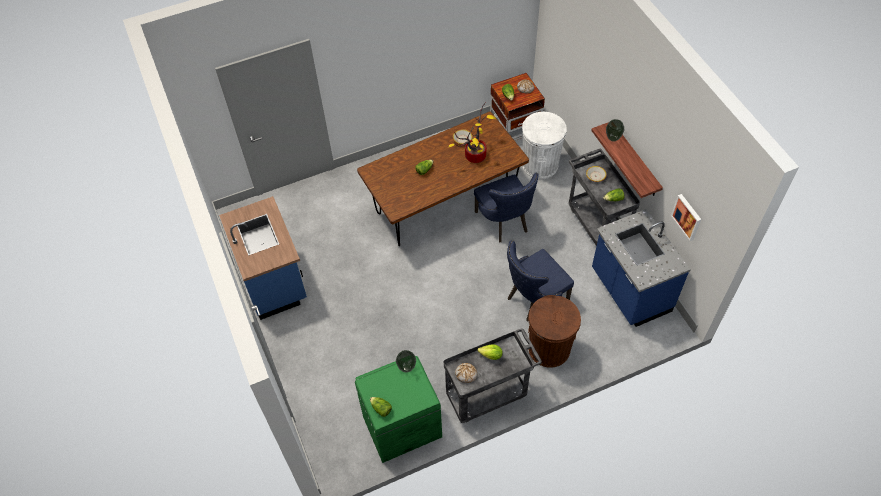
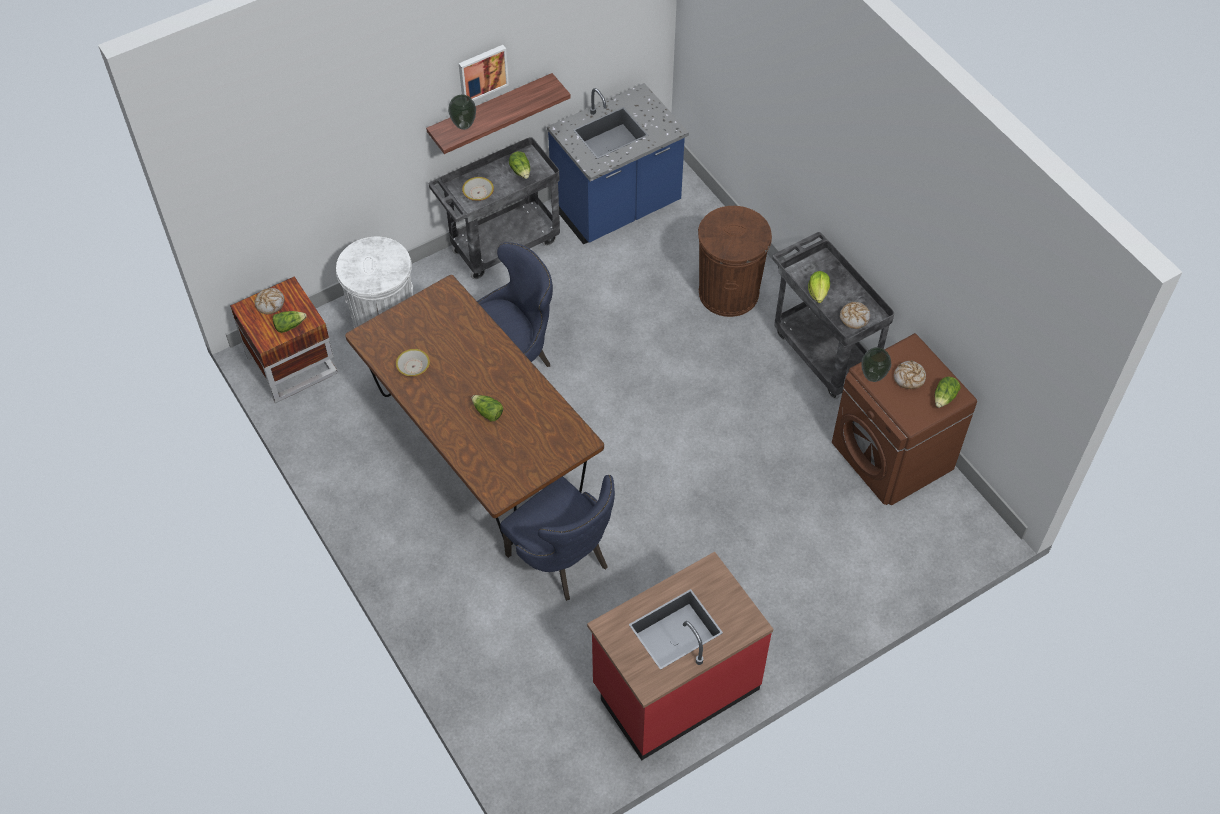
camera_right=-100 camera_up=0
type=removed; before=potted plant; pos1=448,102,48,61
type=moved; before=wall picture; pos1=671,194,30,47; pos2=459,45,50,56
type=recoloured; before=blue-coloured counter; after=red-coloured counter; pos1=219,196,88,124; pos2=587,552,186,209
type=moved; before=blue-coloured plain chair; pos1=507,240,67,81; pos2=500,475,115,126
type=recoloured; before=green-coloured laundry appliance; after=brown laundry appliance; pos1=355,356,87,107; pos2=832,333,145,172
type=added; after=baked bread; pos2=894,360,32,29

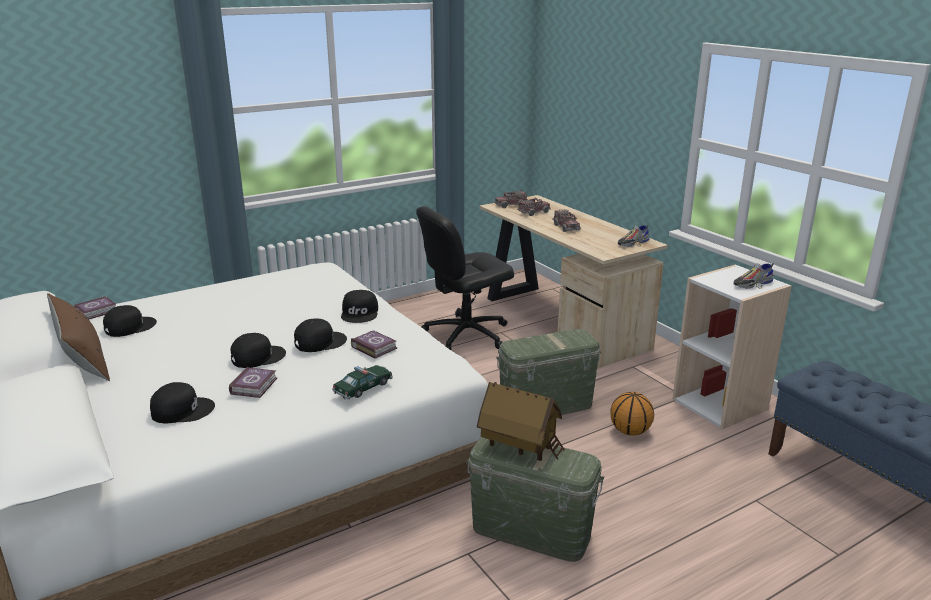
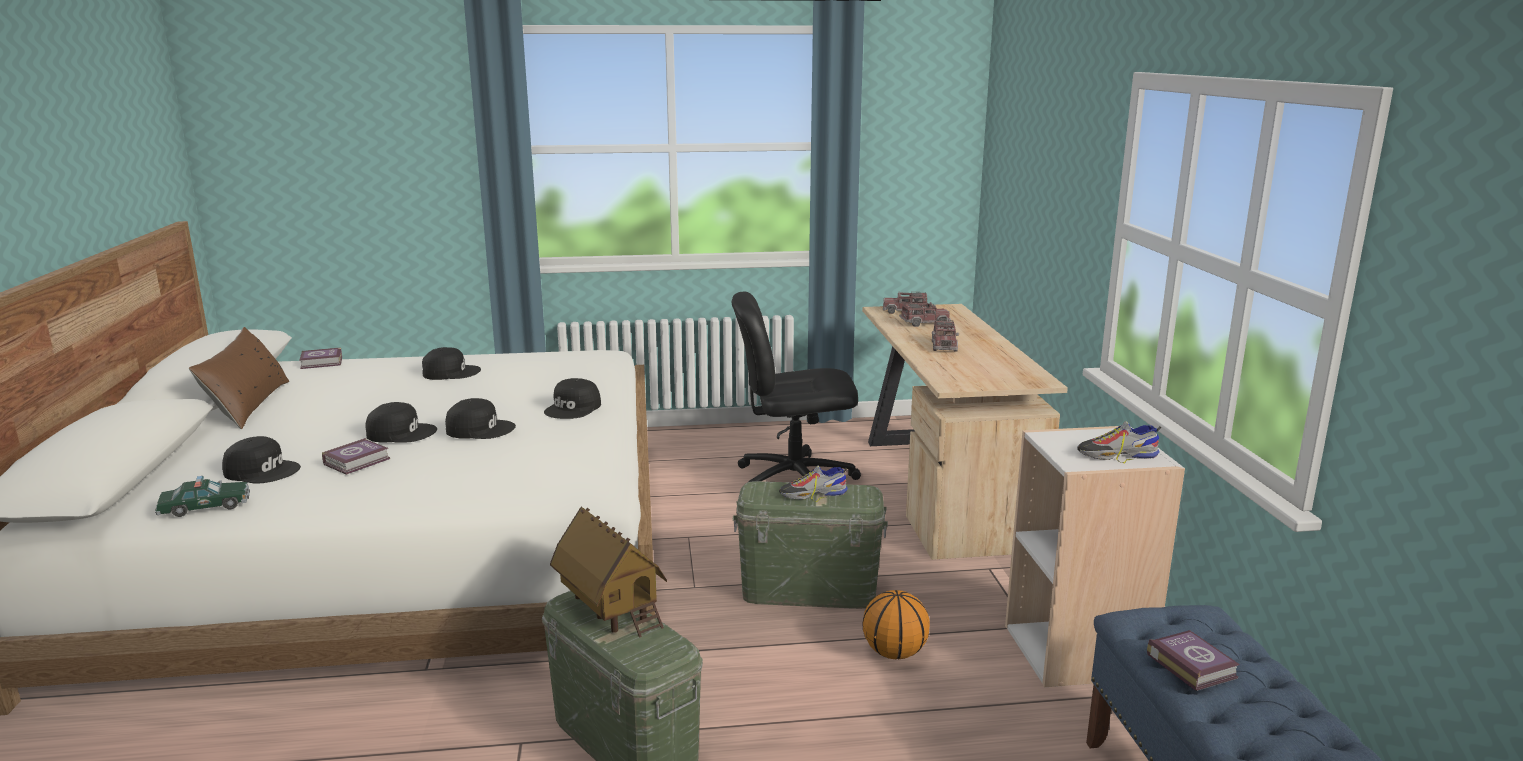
camera_right=25 camera_up=-5
type=moved; before=low shoe; pos1=618,225,31,22; pos2=779,465,69,37
type=moved; before=black-coloured baseball cap; pos1=103,305,54,32; pos2=422,347,59,33
type=moved; before=book; pos1=351,330,46,29; pos2=1147,630,93,61
type=moved; before=model car; pos1=332,365,61,35; pos2=155,476,95,41

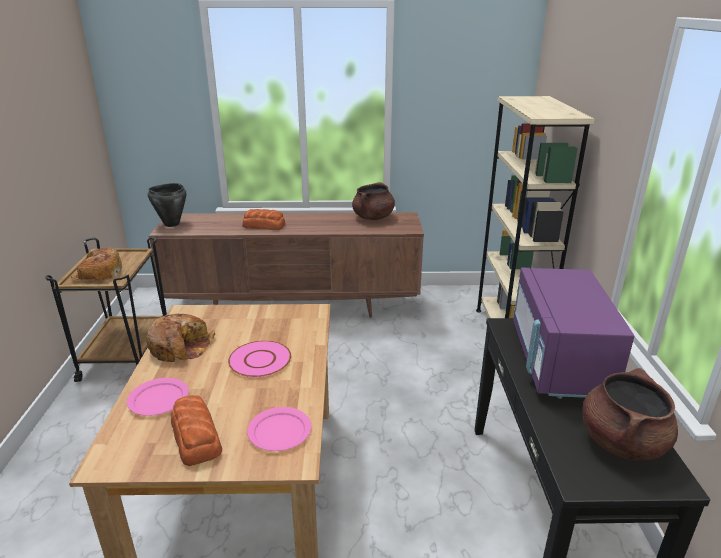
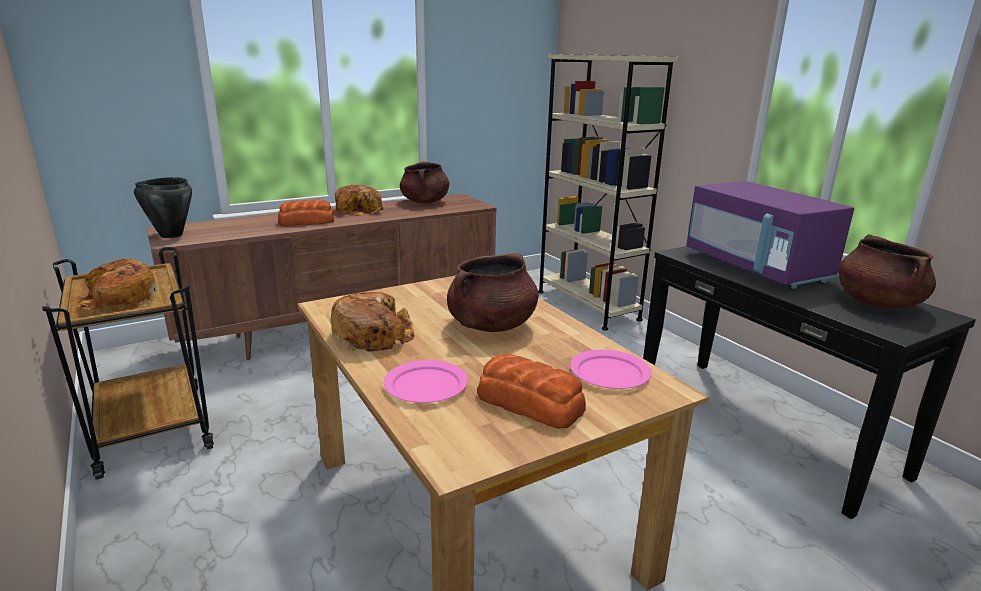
camera_right=-30 camera_up=-5
type=replaced; before=pink flat dish; after=brown cooking pot; pos1=228,341,63,37; pos2=447,253,92,79
type=added; after=baked bread; pos2=334,185,49,31

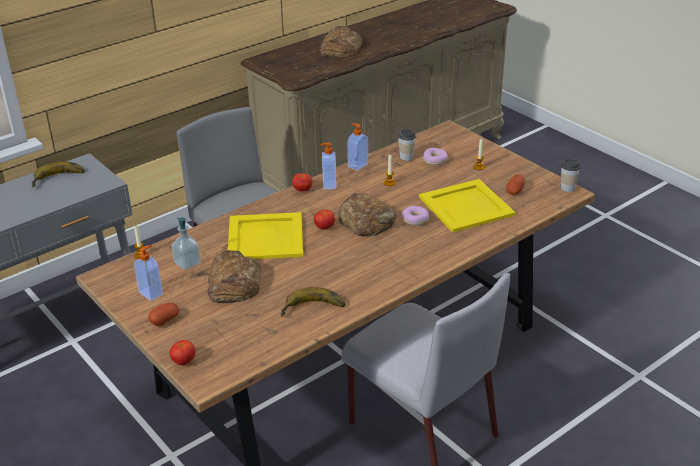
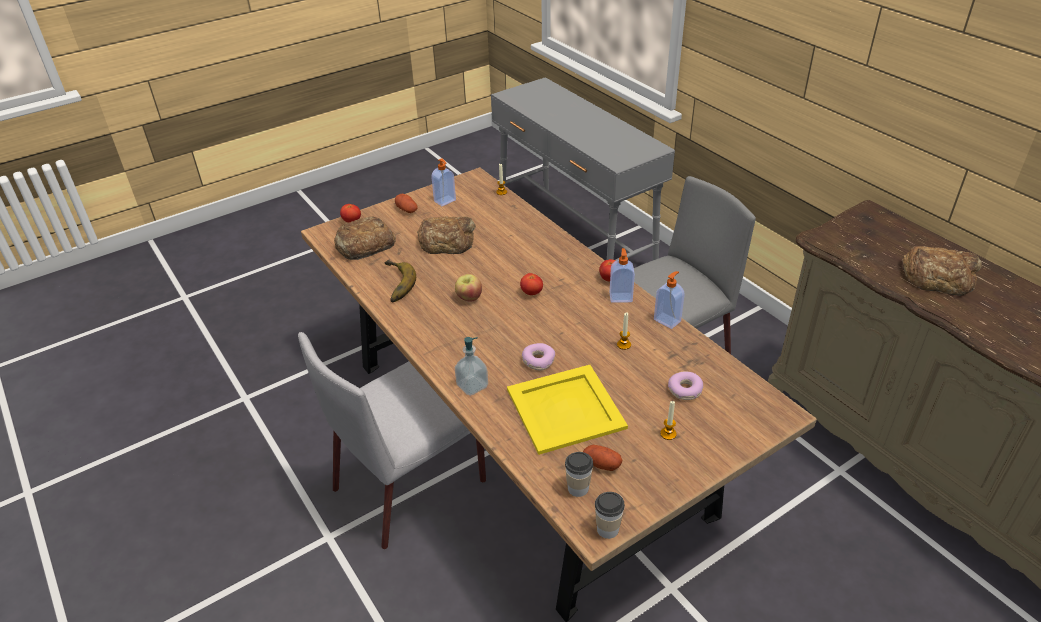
camera_right=95 camera_up=5
type=moved; before=drinking cup; pos1=398,130,18,31; pos2=565,452,28,45
type=removed; before=whole banana; pos1=32,161,53,26
type=moved; before=baked bread; pos1=339,193,57,43; pos2=334,217,62,43
type=removed; before=yellowish tray; pos1=228,212,75,47
type=moved; before=soap bottle; pos1=171,217,30,53; pos2=455,337,33,59
type=added; after=apple; pos2=455,274,27,28

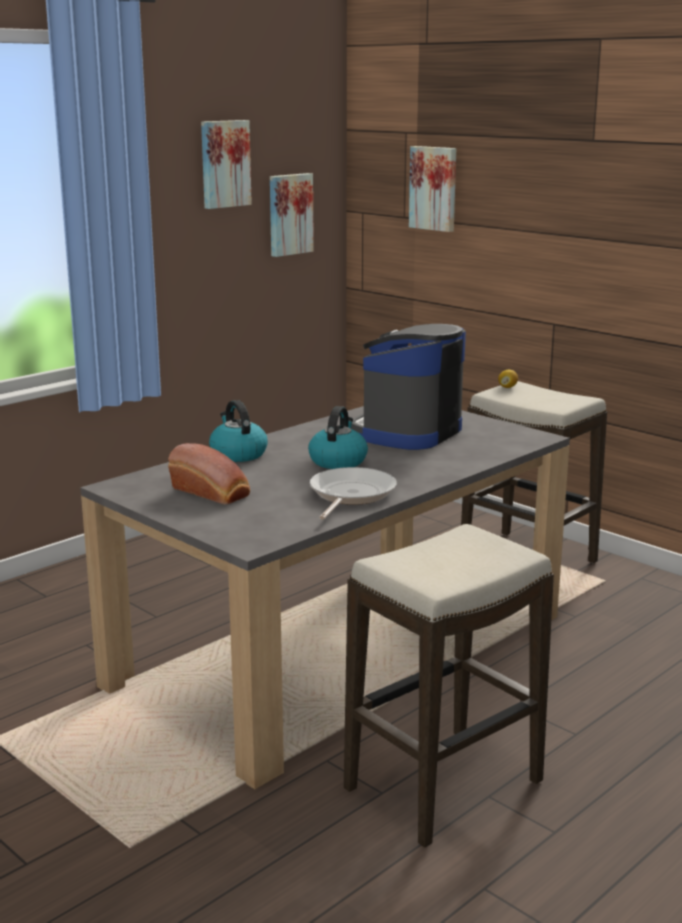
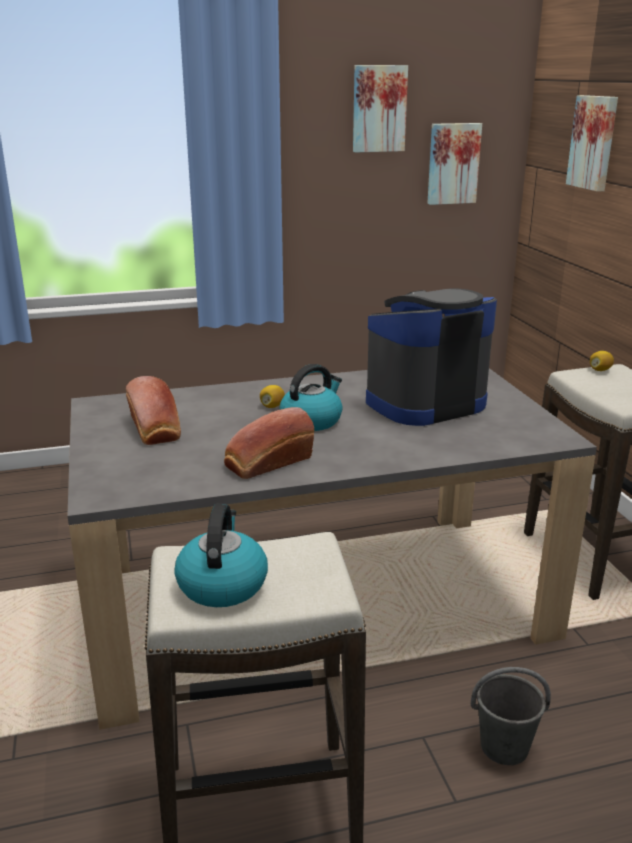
camera_right=30 camera_up=5
type=moved; before=water kettle; pos1=209,400,59,62; pos2=174,503,94,104
type=replaced; before=frying pan; after=baked bread; pos1=310,467,87,53; pos2=224,407,90,72
type=added; after=lemon; pos2=260,385,25,23
type=added; after=gray pail; pos2=471,667,80,98

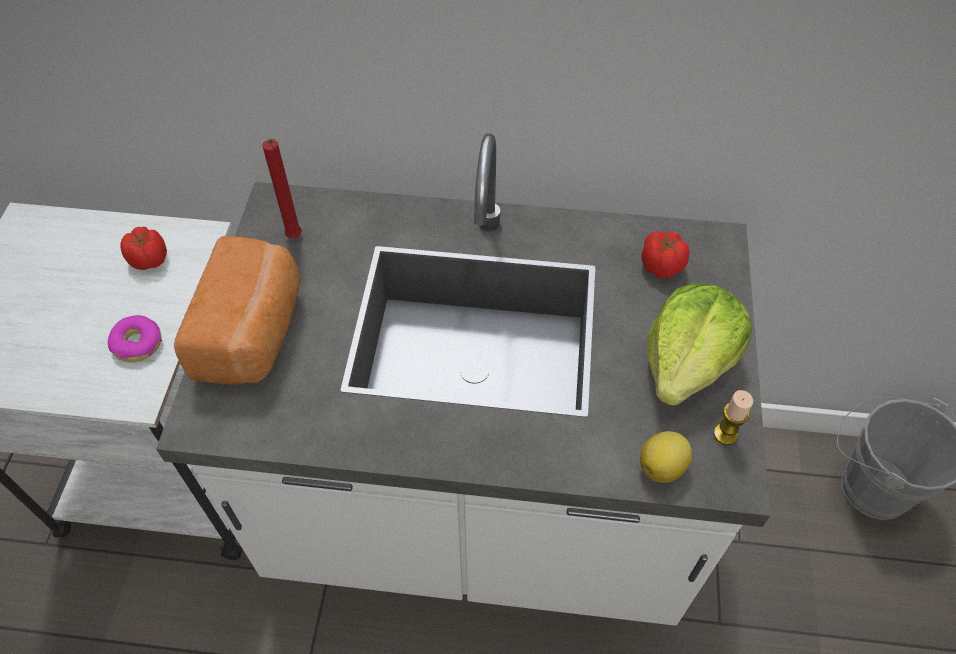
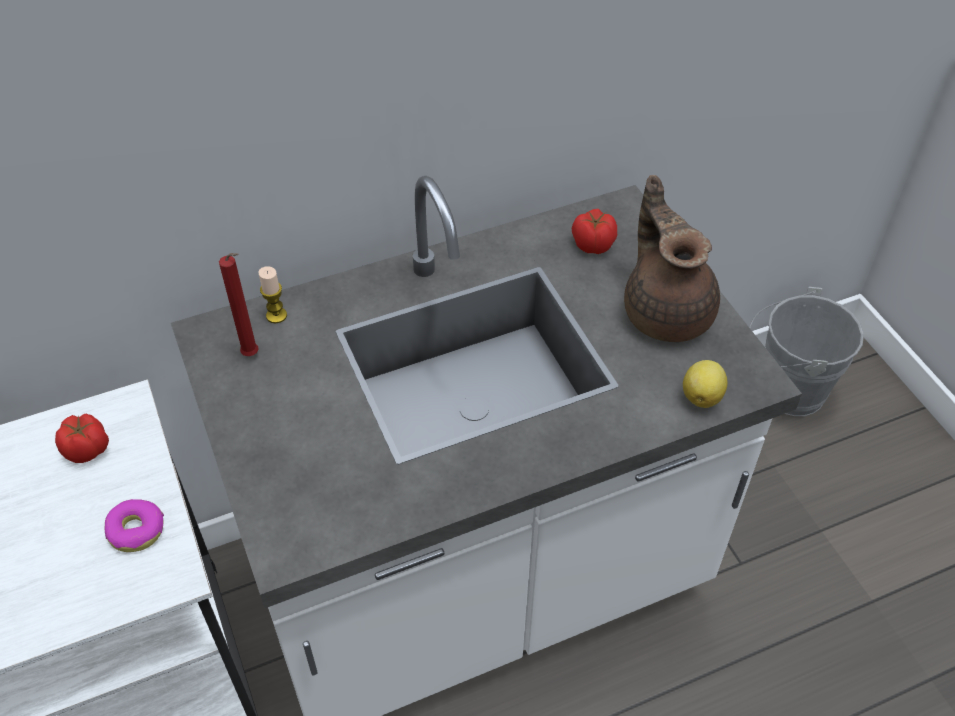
camera_right=-30 camera_up=-5
type=removed; before=baked bread; pos1=174,236,127,149
type=replaced; before=head of lettuce; after=brown tea pot; pos1=647,283,105,122; pos2=624,175,96,167
type=moved; before=wax candle; pos1=714,390,39,55; pos2=258,266,29,57

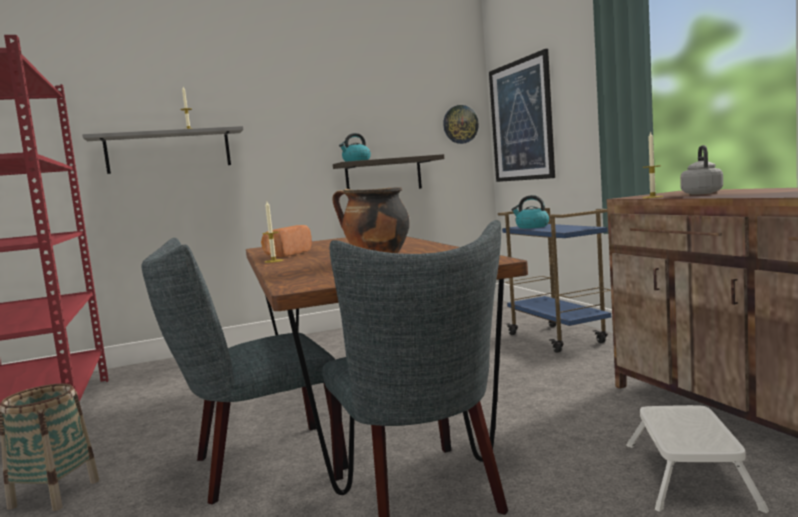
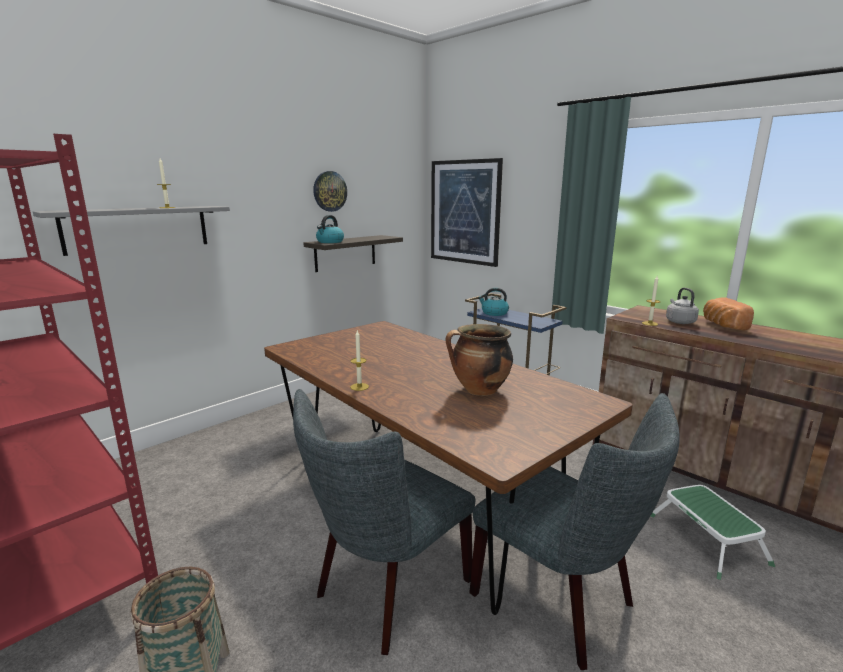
camera_right=-25 camera_up=10
type=moved; before=wall clock; pos1=443,105,36,39; pos2=313,171,34,41
type=moved; before=baked bread; pos1=261,225,51,32; pos2=703,298,51,32
type=recoloured; before=whitish step stool; after=green-coloured step stool; pos1=626,405,143,108; pos2=651,485,124,95

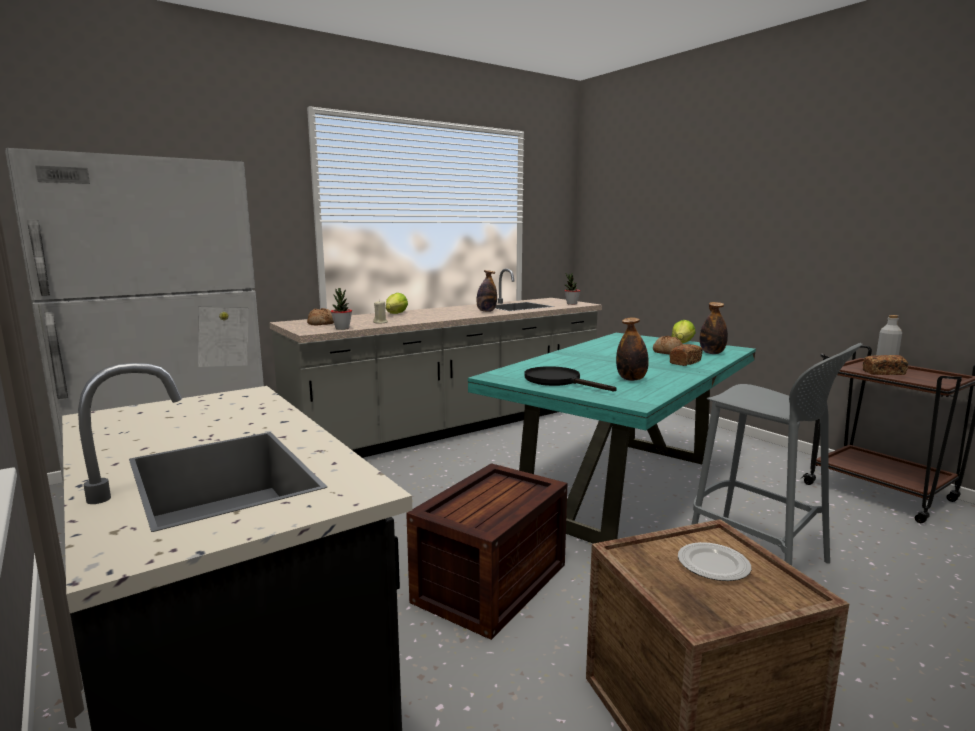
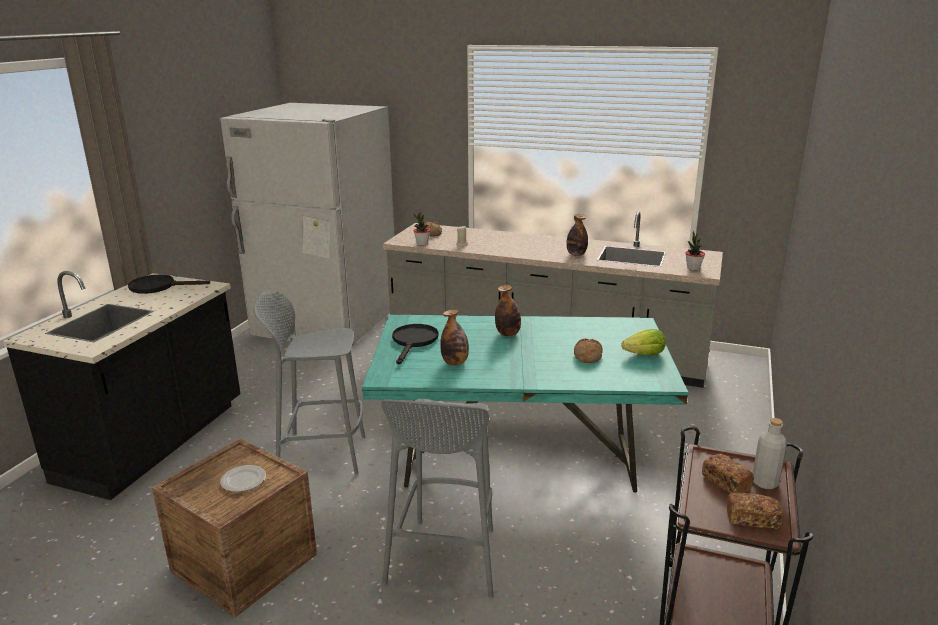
camera_right=55 camera_up=10
type=removed; before=head of lettuce; pos1=386,293,22,21
type=moved; before=bottle; pos1=700,302,28,52; pos2=495,285,26,51
type=moved; before=baked bread; pos1=669,344,33,22; pos2=727,493,56,36
type=replaced; before=shipping crate; after=gray stool seat; pos1=406,463,161,177; pos2=253,291,112,183
type=added; after=black-coloured frying pan; pos2=128,275,82,19

